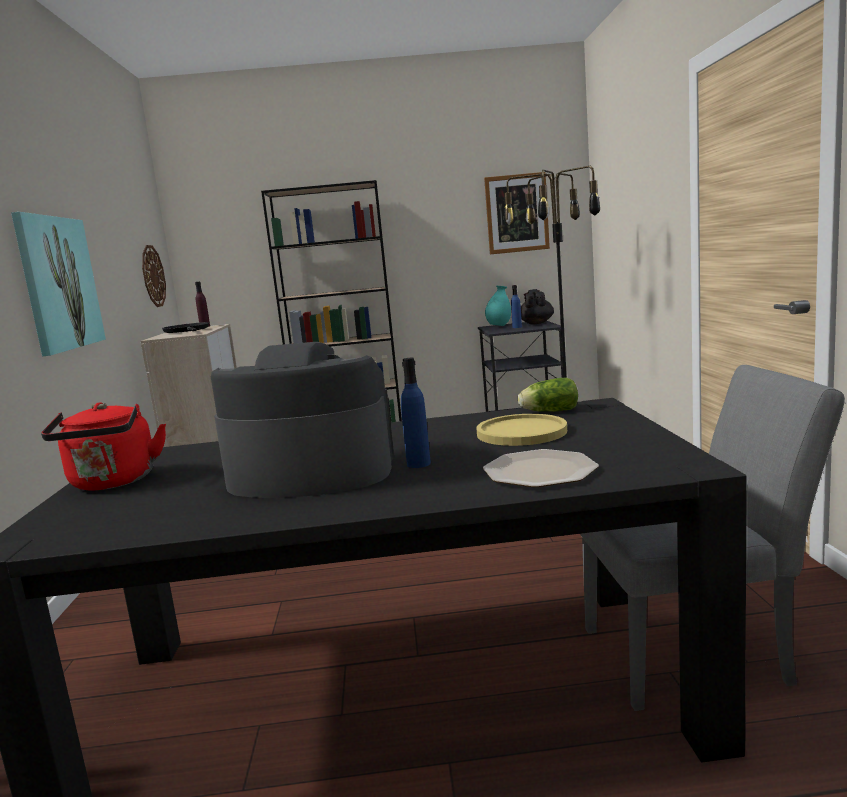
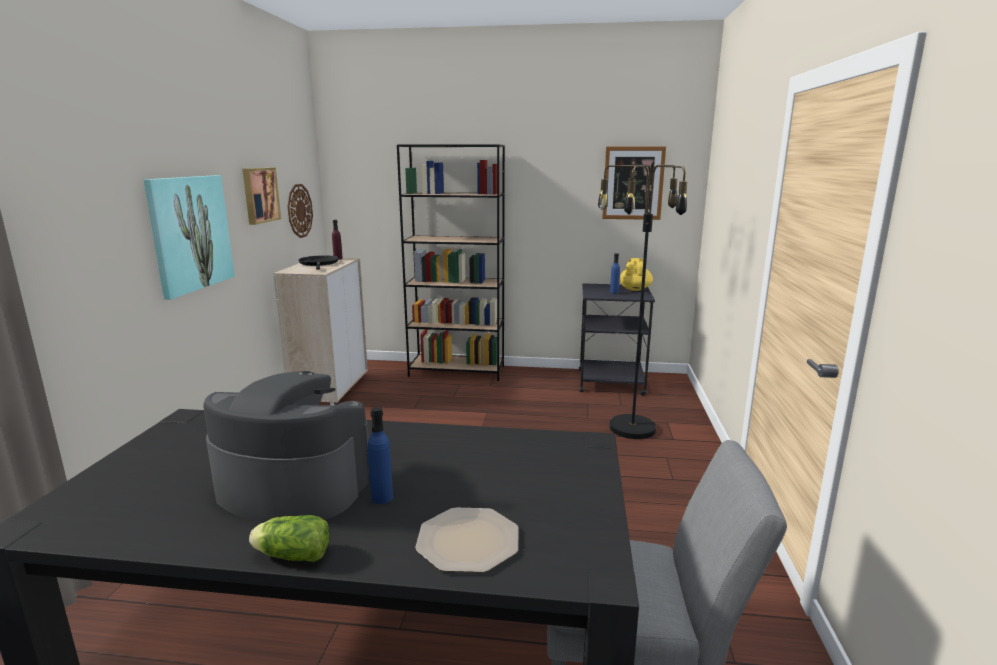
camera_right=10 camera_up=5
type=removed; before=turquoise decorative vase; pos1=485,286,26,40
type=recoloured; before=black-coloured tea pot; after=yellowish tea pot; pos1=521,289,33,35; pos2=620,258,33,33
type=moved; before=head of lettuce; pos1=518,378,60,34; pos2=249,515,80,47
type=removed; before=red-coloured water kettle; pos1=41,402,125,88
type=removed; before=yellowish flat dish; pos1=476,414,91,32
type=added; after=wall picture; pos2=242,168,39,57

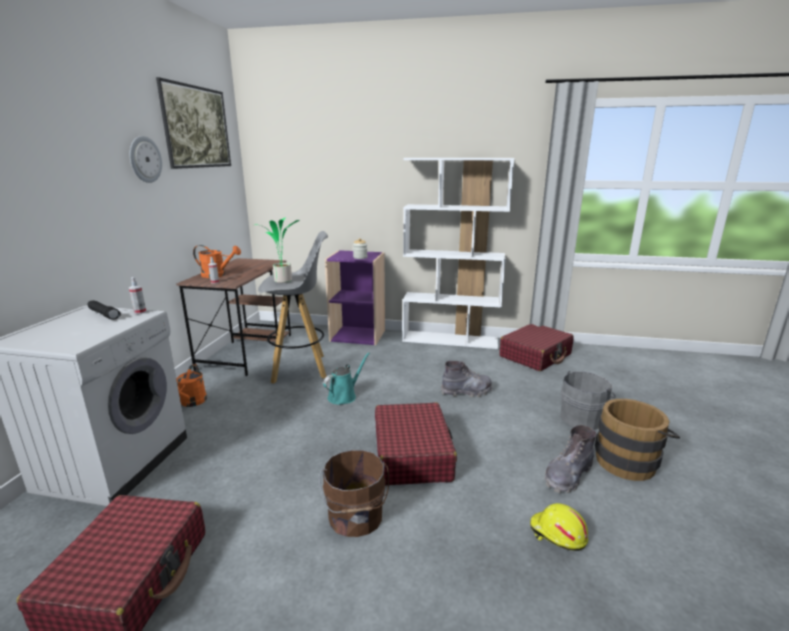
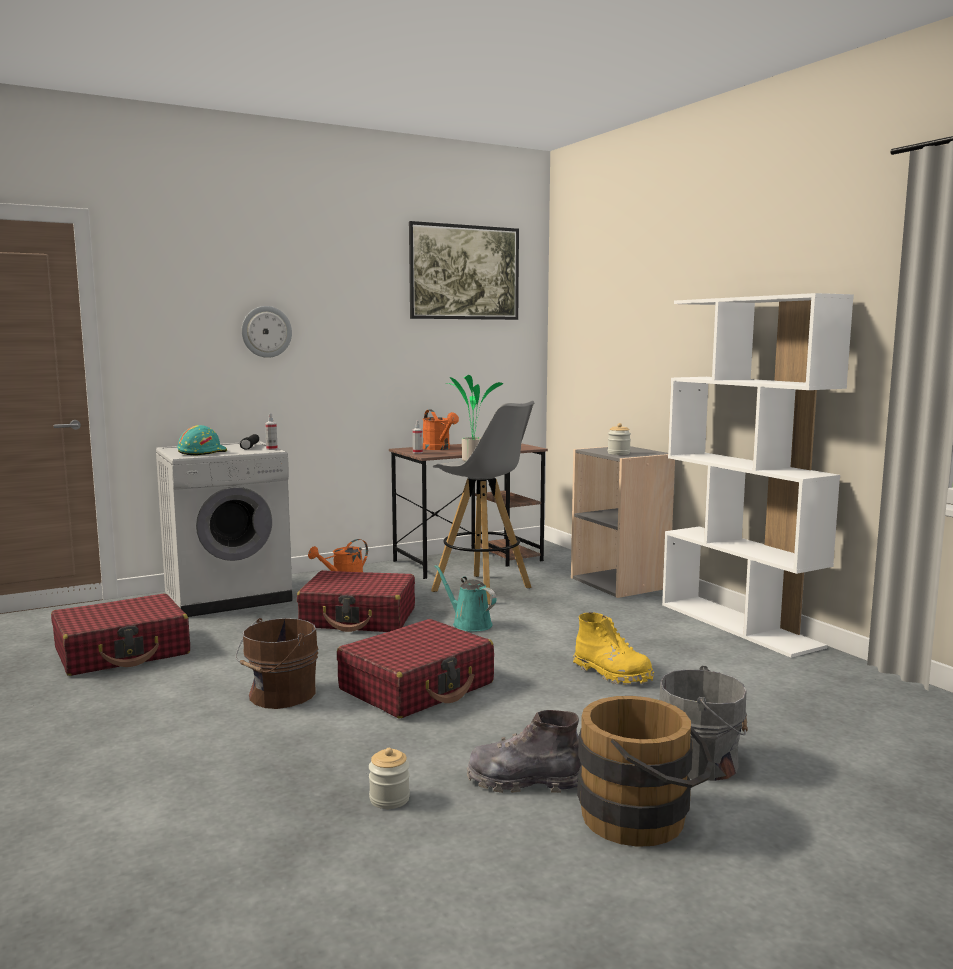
camera_right=50 camera_up=-10
type=moved; before=wall clock; pos1=130,136,32,47; pos2=241,306,51,52
type=recoloured; before=purple-coloured shelving unit; after=gray shelving unit; pos1=325,250,60,95; pos2=571,446,104,152
type=moved; before=red-coloured piece of luggage; pos1=499,324,75,47; pos2=297,570,118,62
type=turned; before=turquoise watering can; pos1=323,352,47,53; pos2=434,565,63,67; turn=-135
type=recoloured; before=gray boot; after=yellowish boot; pos1=441,361,51,36; pos2=573,612,81,73
type=replaced; before=yellowish hard hat; after=jar; pos1=530,503,58,48; pos2=369,748,41,61
type=added; after=turquoise hard hat; pos2=177,425,50,31

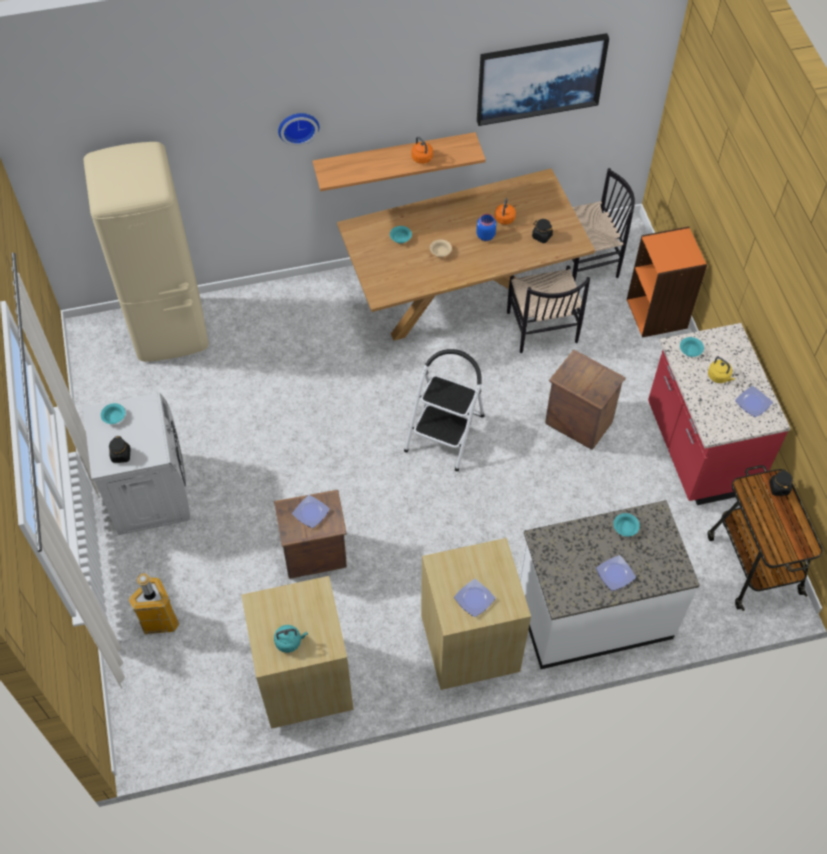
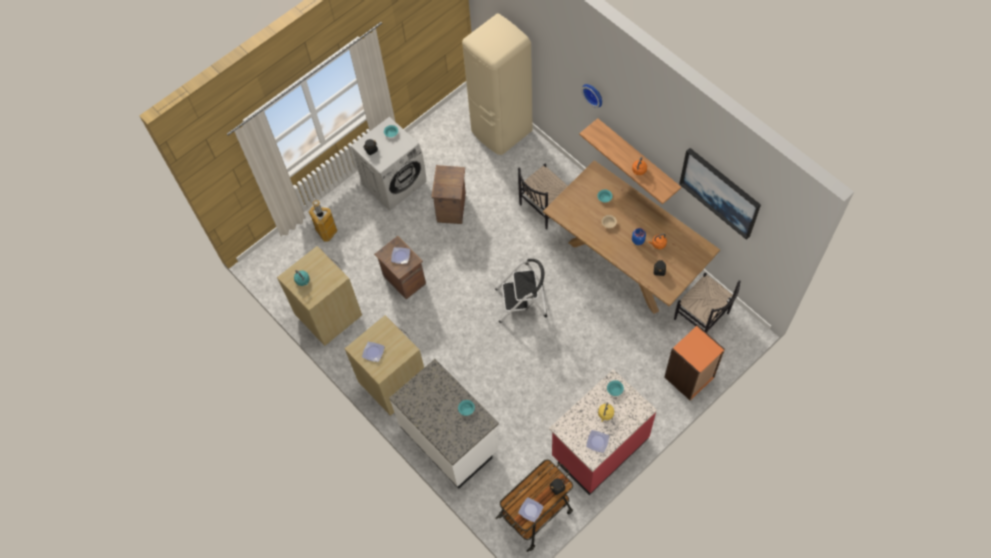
camera_right=65 camera_up=5
type=moved; before=black-coloured plain chair; pos1=507,266,83,87; pos2=518,164,50,66
type=moved; before=shipping crate; pos1=545,350,81,100; pos2=432,165,34,59
type=moved; before=flat dish; pos1=596,555,40,36; pos2=518,497,25,25

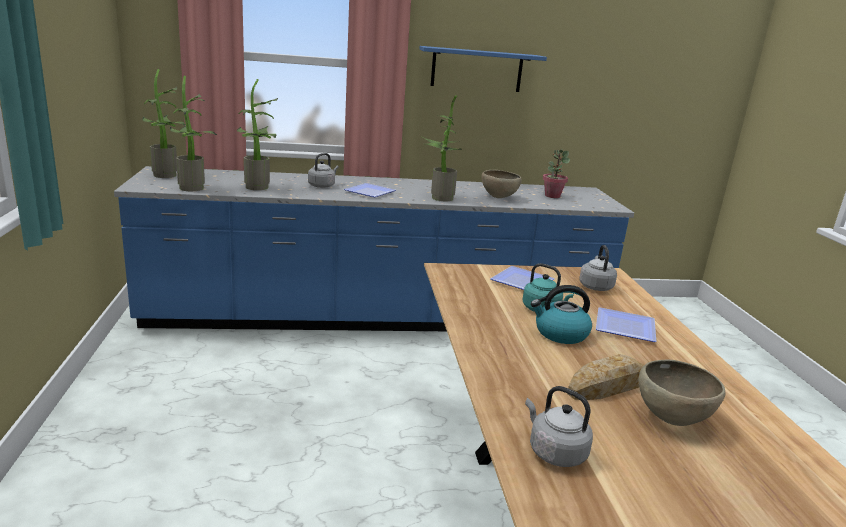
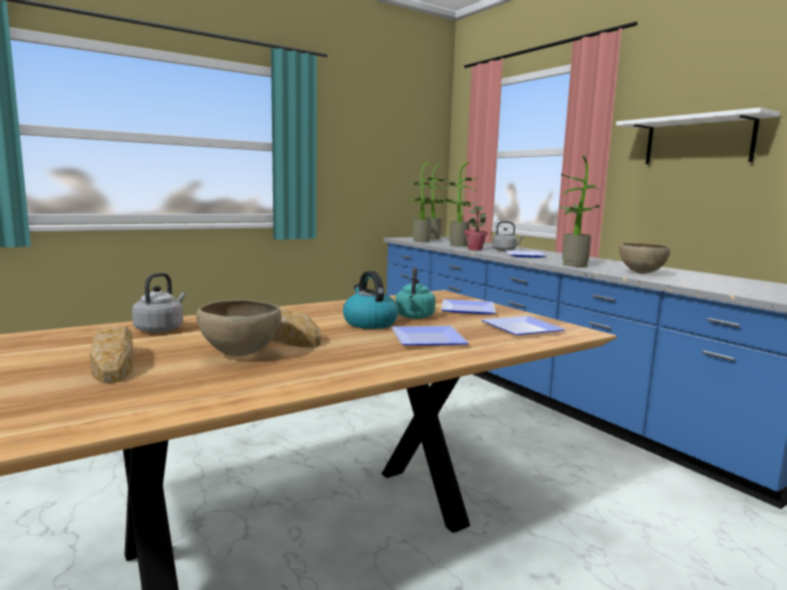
camera_right=65 camera_up=-10
type=recoloured; before=blue-coloured wall shelf; after=whitish wall shelf; pos1=419,46,128,46; pos2=616,108,164,56
type=moved; before=potted plant; pos1=543,149,27,49; pos2=464,206,24,44
type=replaced; before=gray water kettle; after=flat dish; pos1=579,245,38,46; pos2=481,316,85,19
type=added; after=baked bread; pos2=90,326,43,57

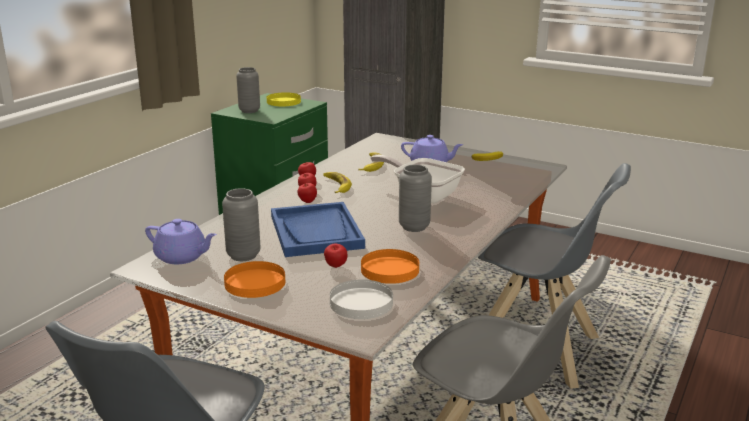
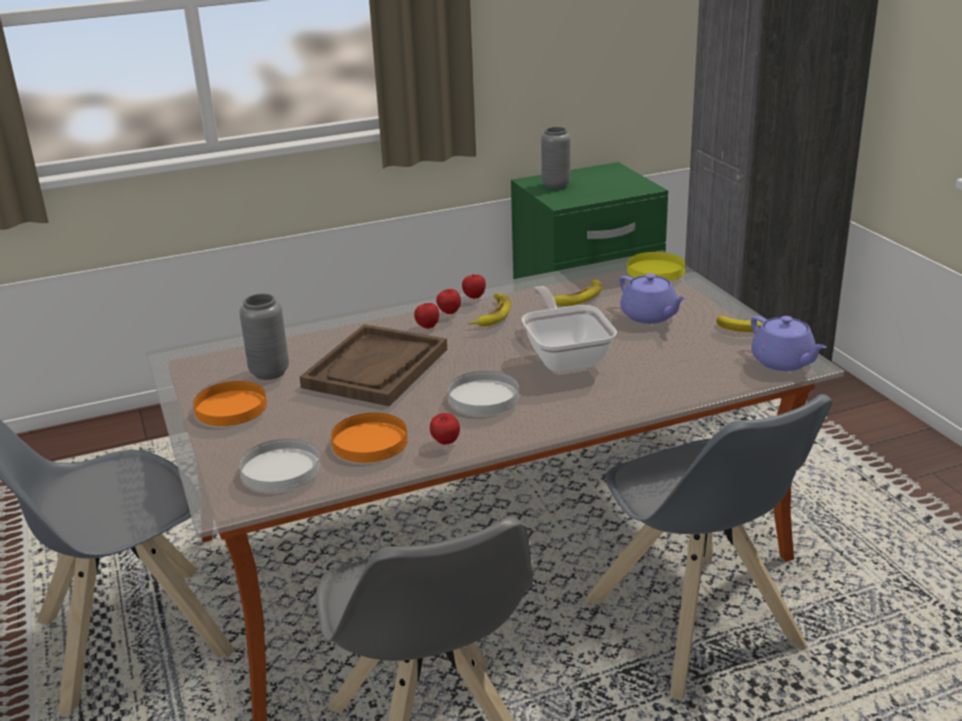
camera_right=40 camera_up=5
type=moved; before=yellowish flat dish; pos1=267,92,34,14; pos2=627,252,58,29
type=replaced; before=gray decorative vase; after=whitish flat dish; pos1=399,165,33,67; pos2=448,371,71,44
type=recoloured; before=blue-coloured tray; after=brown tray; pos1=271,202,94,55; pos2=300,324,147,82
type=moved; before=purple-coloured tea pot; pos1=145,219,72,45; pos2=751,316,75,55
type=moved; before=apple; pos1=324,244,23,24; pos2=430,413,30,32

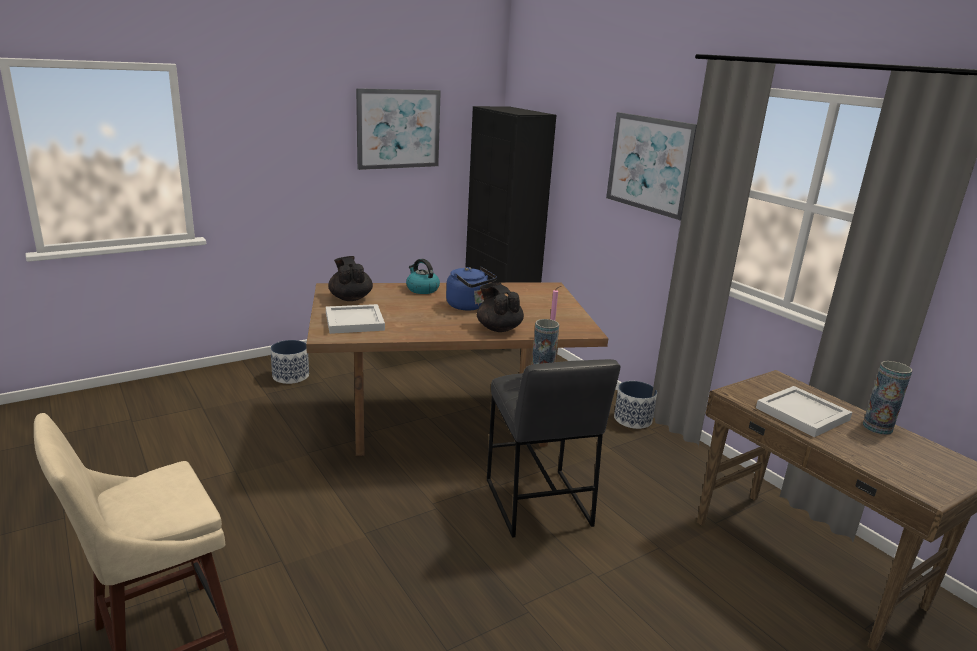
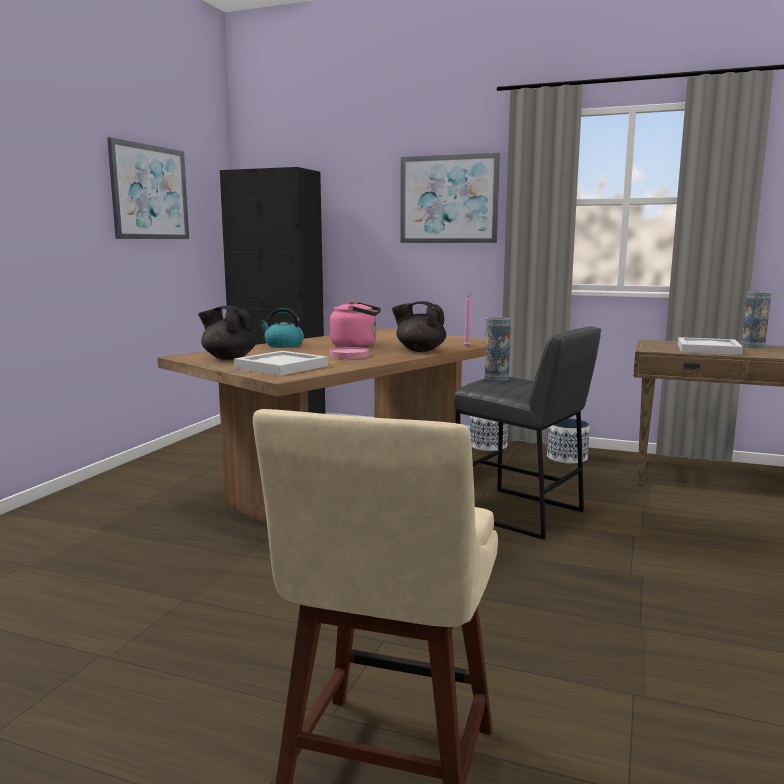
camera_right=-35 camera_up=-10
type=recoloured; before=blue-coloured water kettle; after=pink water kettle; pos1=446,267,51,44; pos2=330,301,51,47
type=moved; before=planter; pos1=270,340,39,44; pos2=547,418,43,46
type=added; after=pink flat dish; pos2=329,347,40,12

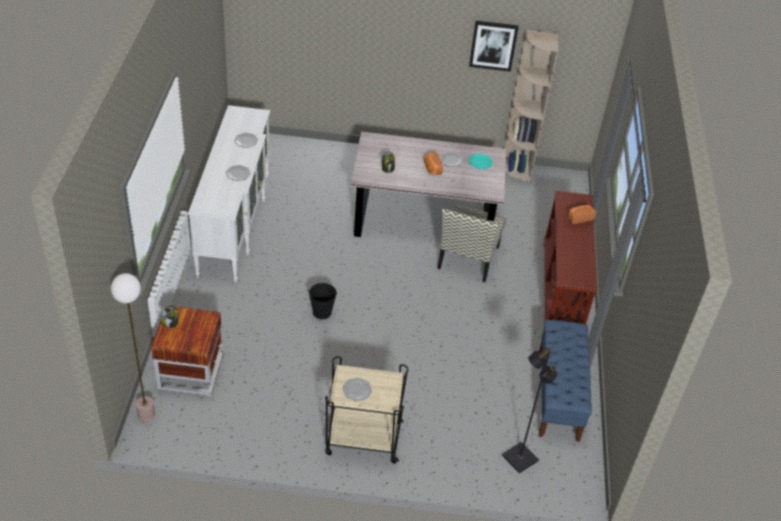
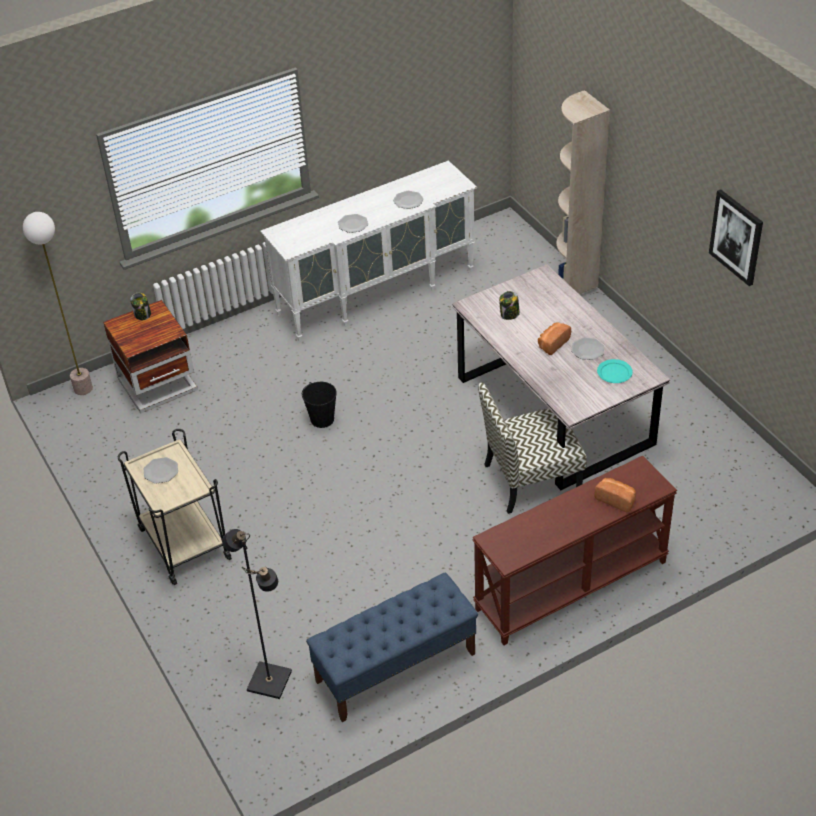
camera_right=60 camera_up=0
type=moved; before=beige-coloured shelving unit; pos1=504,30,54,151; pos2=556,90,54,205

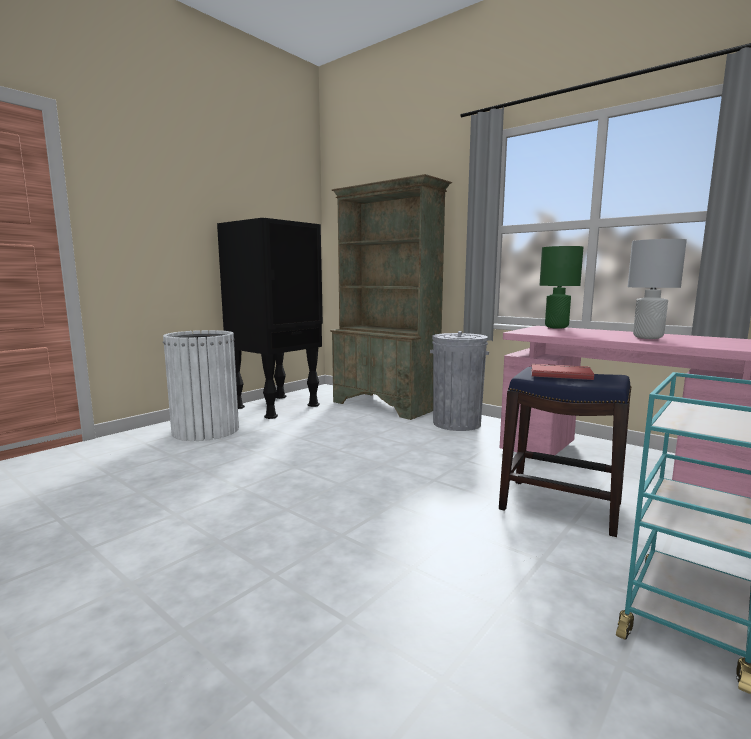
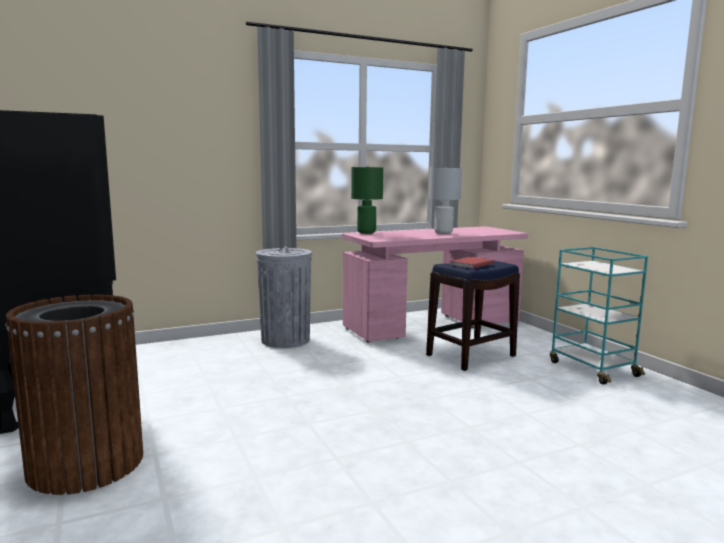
camera_right=-65 camera_up=0
type=removed; before=green-coloured shelving unit; pos1=330,174,122,246
type=recoloured; before=whitish trash can; after=brown trash can; pos1=163,330,76,111; pos2=5,294,138,201

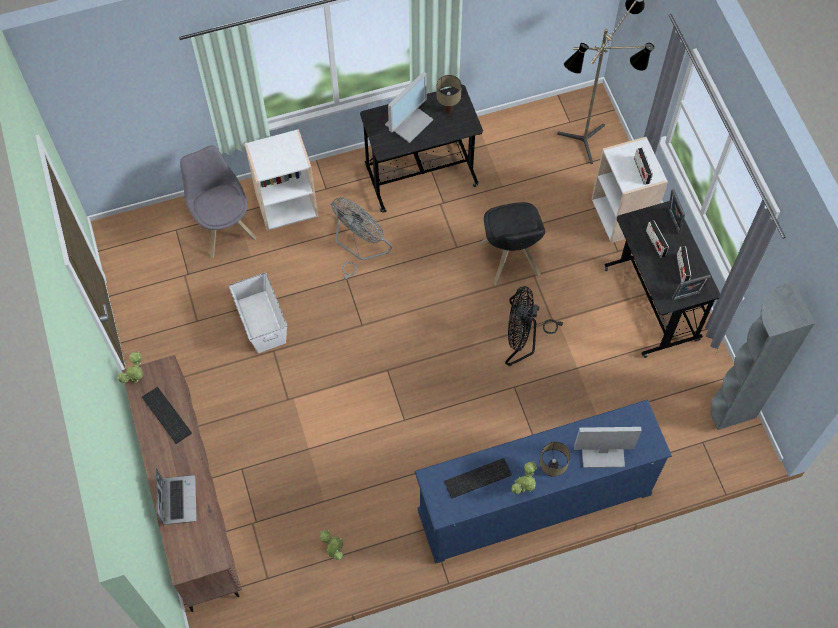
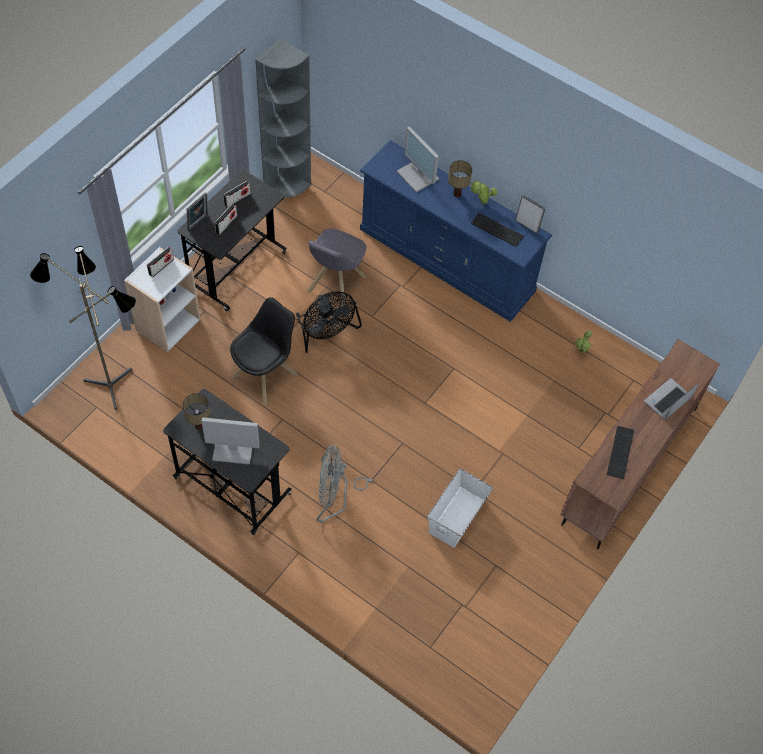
camera_right=-130 camera_up=-5
type=removed; before=whitish shelving unit; pos1=245,129,73,102
type=moved; before=gray plain chair; pos1=180,145,77,113; pos2=307,228,60,78
type=moved; before=standing frame; pos1=672,275,39,26; pos2=515,195,31,39
type=removed; before=potted plant; pos1=117,351,26,32

